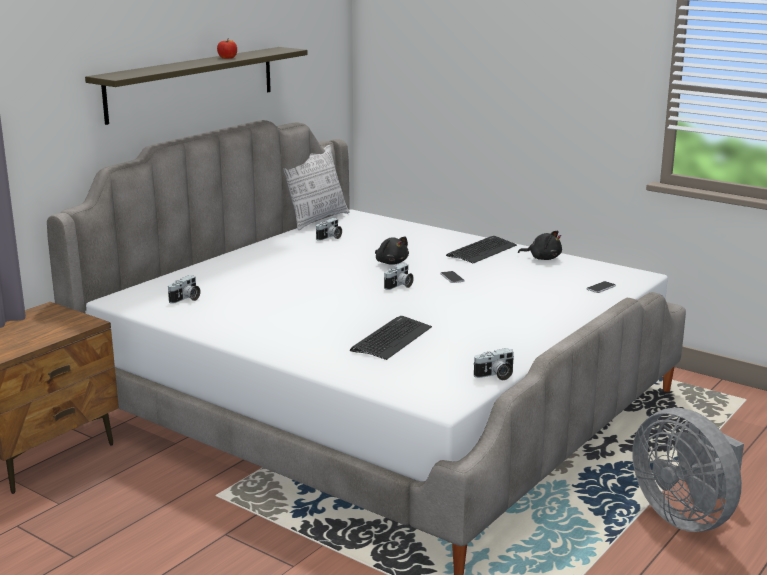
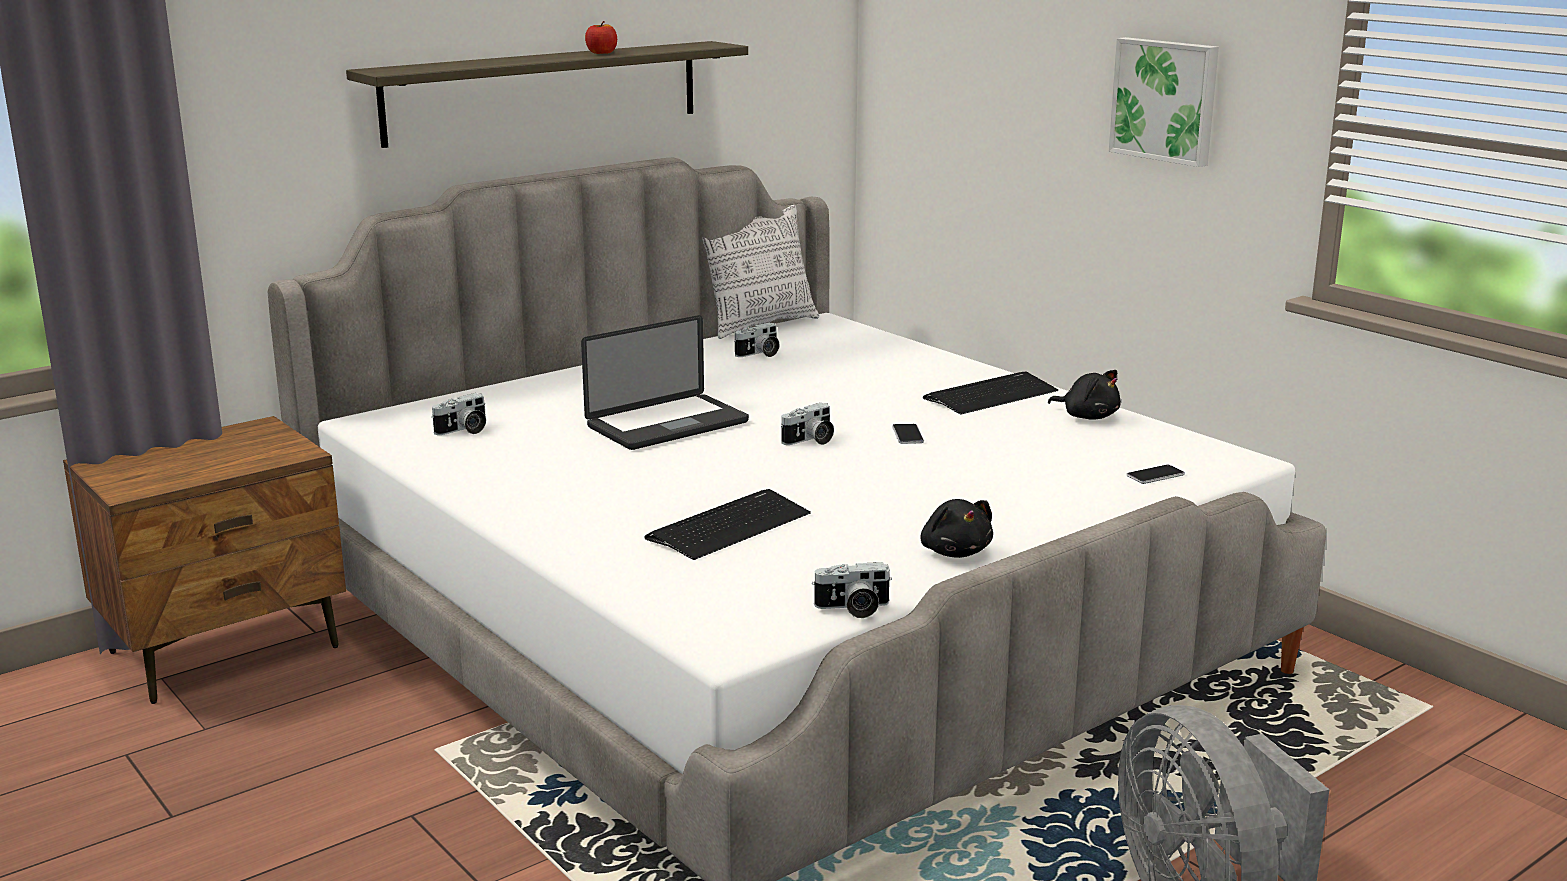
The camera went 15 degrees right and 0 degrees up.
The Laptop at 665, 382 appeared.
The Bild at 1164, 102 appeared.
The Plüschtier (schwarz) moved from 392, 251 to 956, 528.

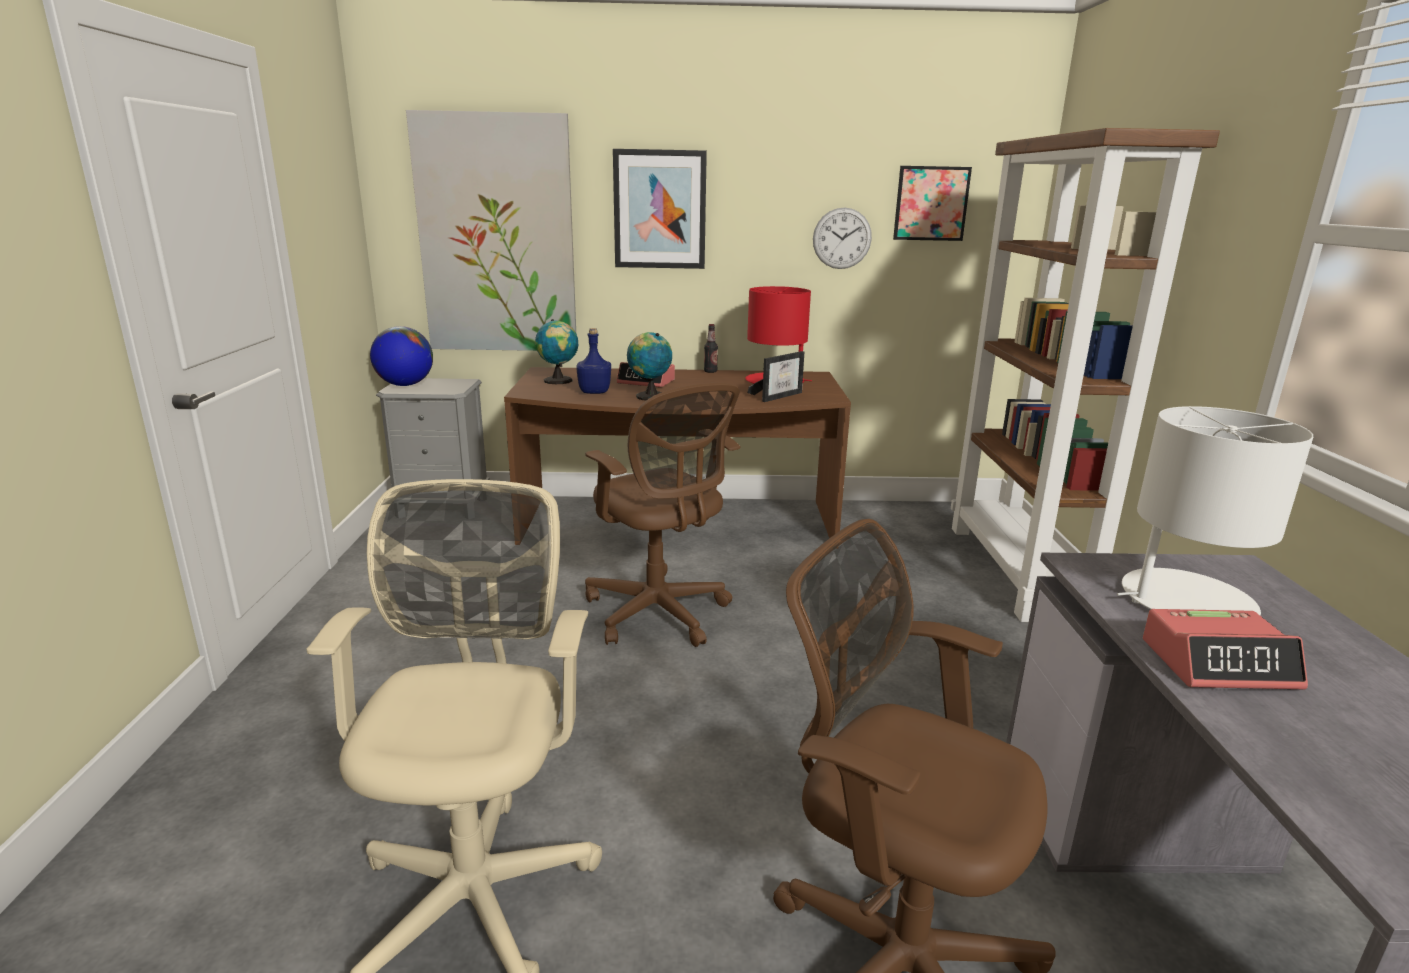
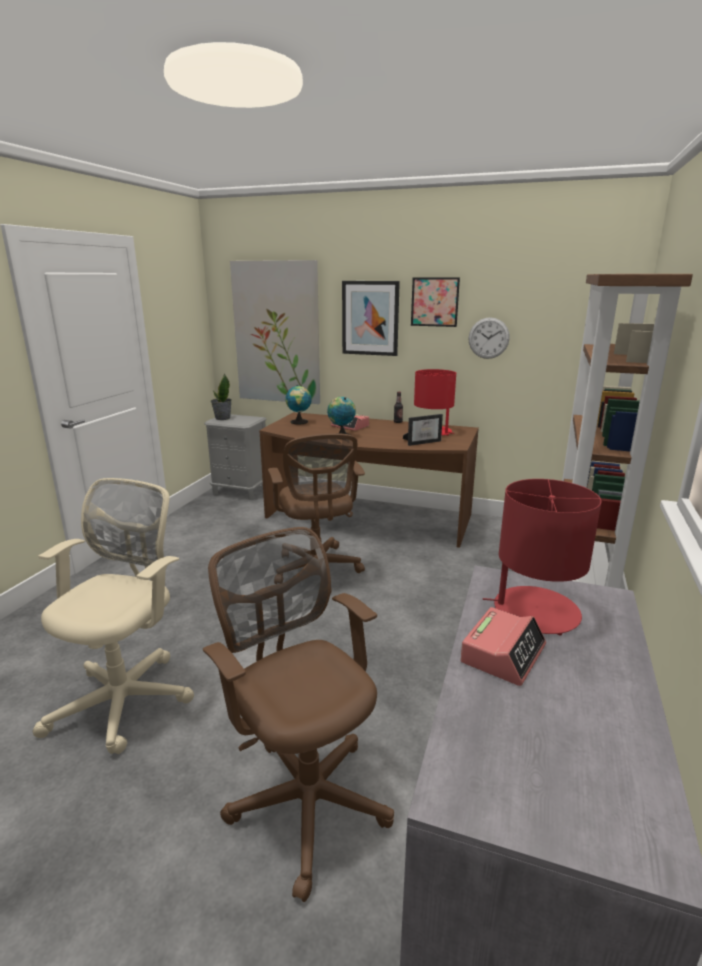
The camera went 20 degrees right and 0 degrees up.
The Flasche (blau) at 594, 361 disappeared.
The Bild moved from 932, 203 to 435, 302.
The Globus at 401, 356 was replaced by the Topfpflanze at 221, 397.
The Tischlampe (weiß) at 1215, 511 became the Tischlampe (rot) at 542, 557.
The Wecker at 1225, 649 turned 75 degrees counterclockwise.

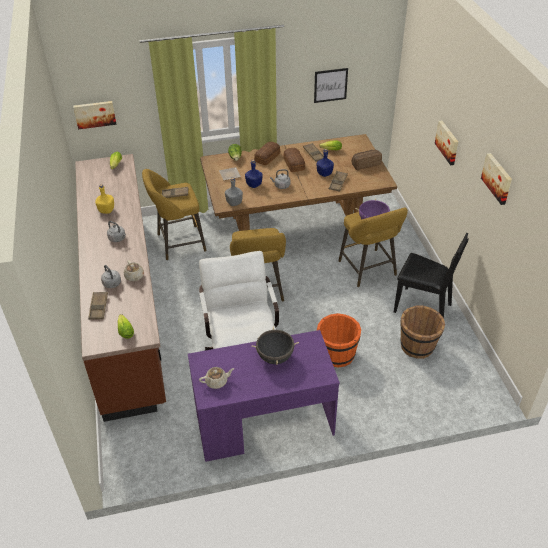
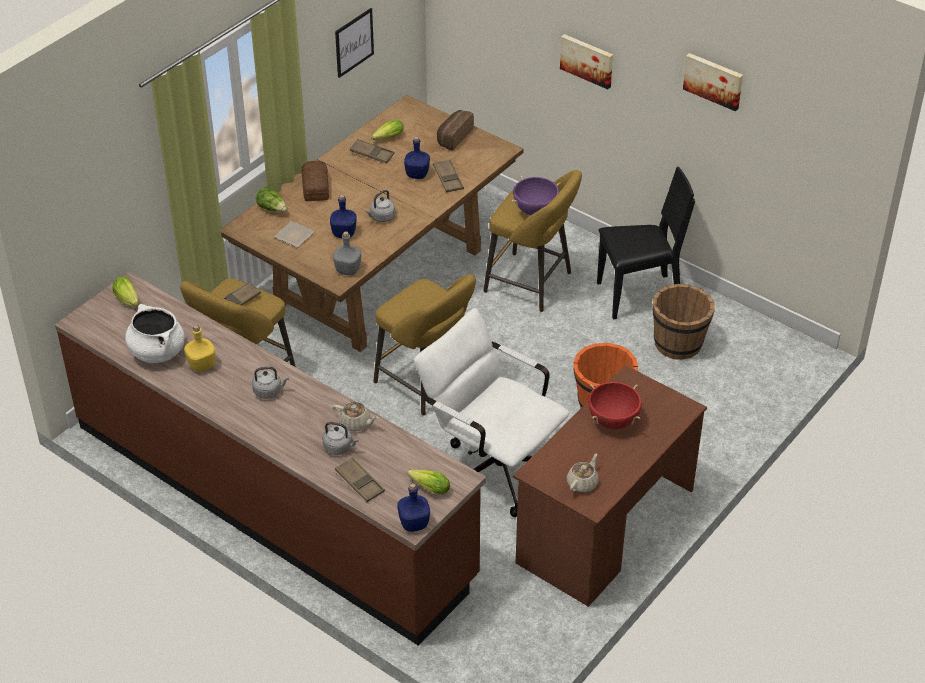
The camera went 40 degrees left and 0 degrees up.
The Bild at 95, 115 disappeared.
The Brot at 294, 160 disappeared.
The Kochtopf (weiß) at 155, 333 appeared.
The Flasche (blau) at 413, 507 appeared.
The Schreibtisch (lila) at 264, 396 became the Schreibtisch (braun) at 610, 486.
The Kochtopf (schwarz) at 275, 346 became the Kochtopf (rot) at 615, 405.

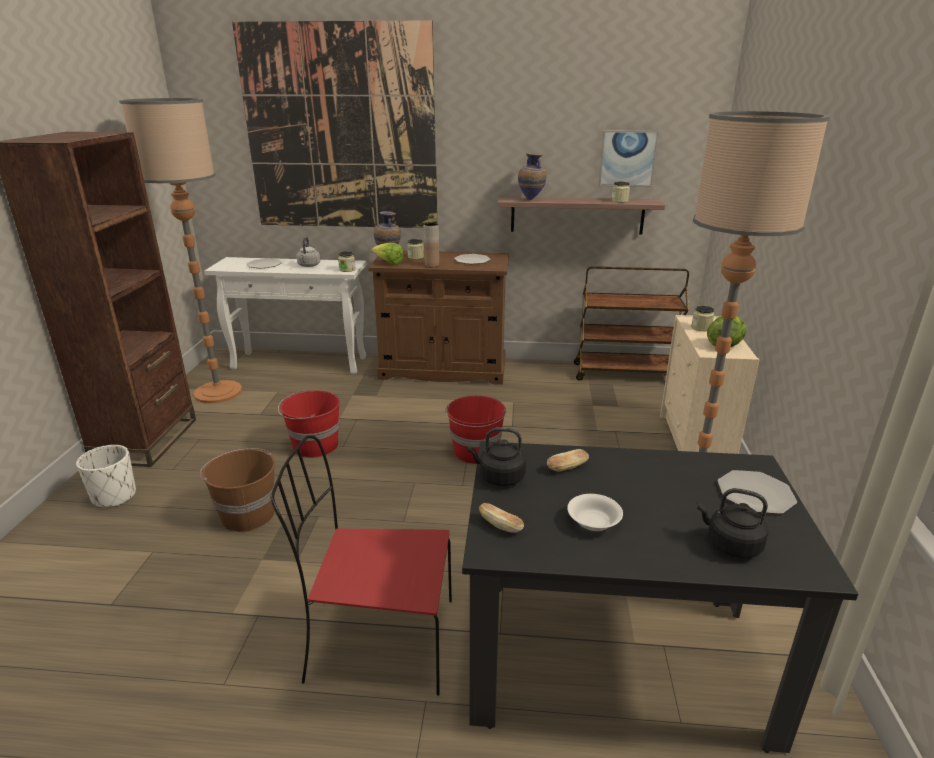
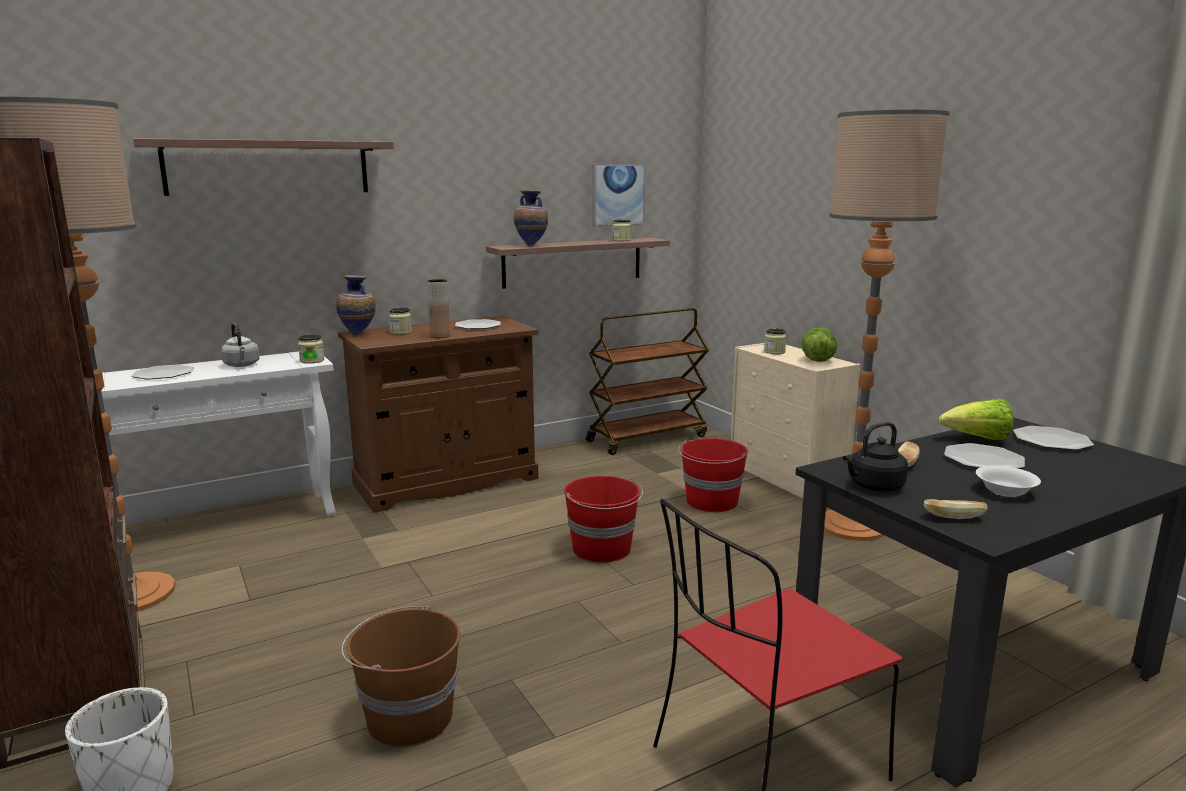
The camera went 35 degrees left and 10 degrees down.
The Wasserkessel (schwarz) at 732, 523 disappeared.
The Teller at 984, 456 appeared.
The Eimer (rot) moved from 309, 423 to 713, 475.
The Salatkopf moved from 387, 254 to 976, 419.
The Bild at 335, 124 was replaced by the Wandregal at 263, 167.

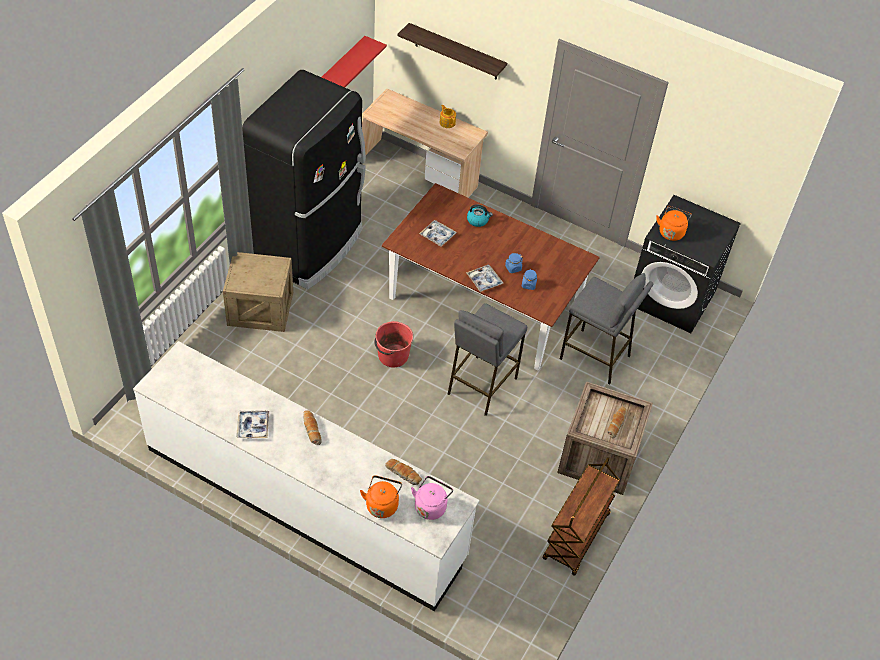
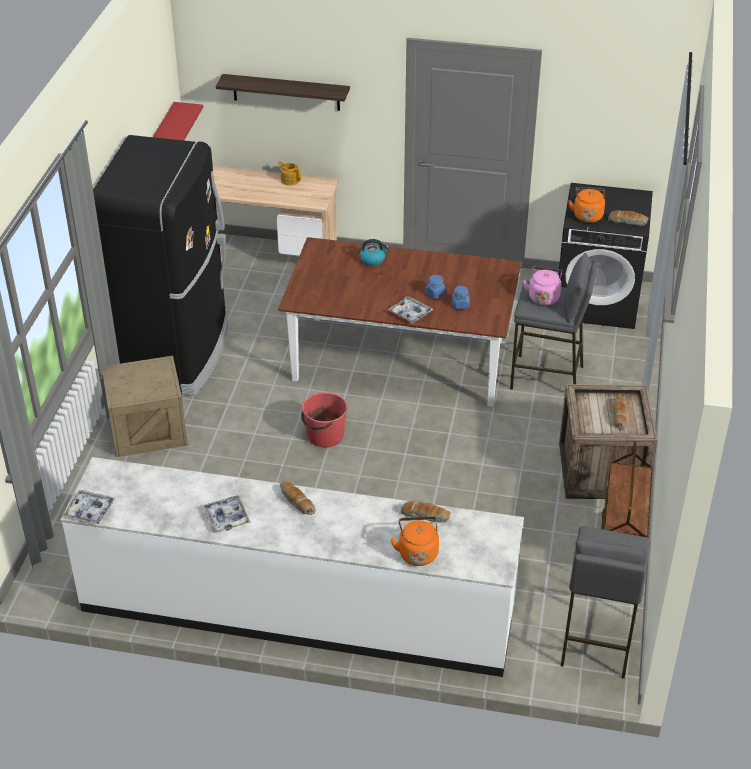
The camera went 15 degrees left and 10 degrees down.
The Brot at 628, 218 appeared.
The Wasserkessel (rosa) moved from 432, 498 to 543, 286.
The Tablett moved from 438, 233 to 89, 507.
The Hocker (grau) moved from 487, 359 to 606, 602.

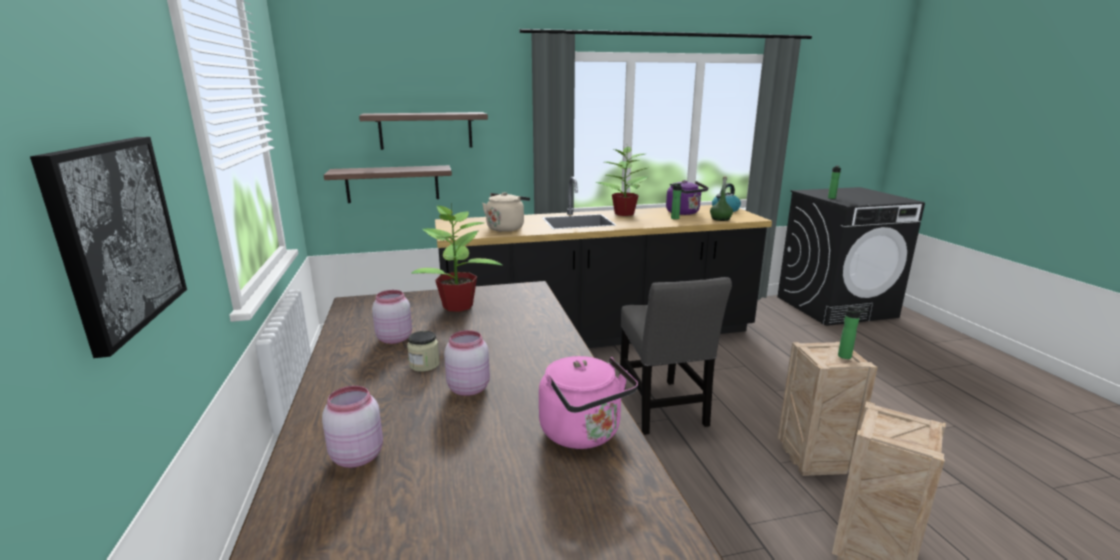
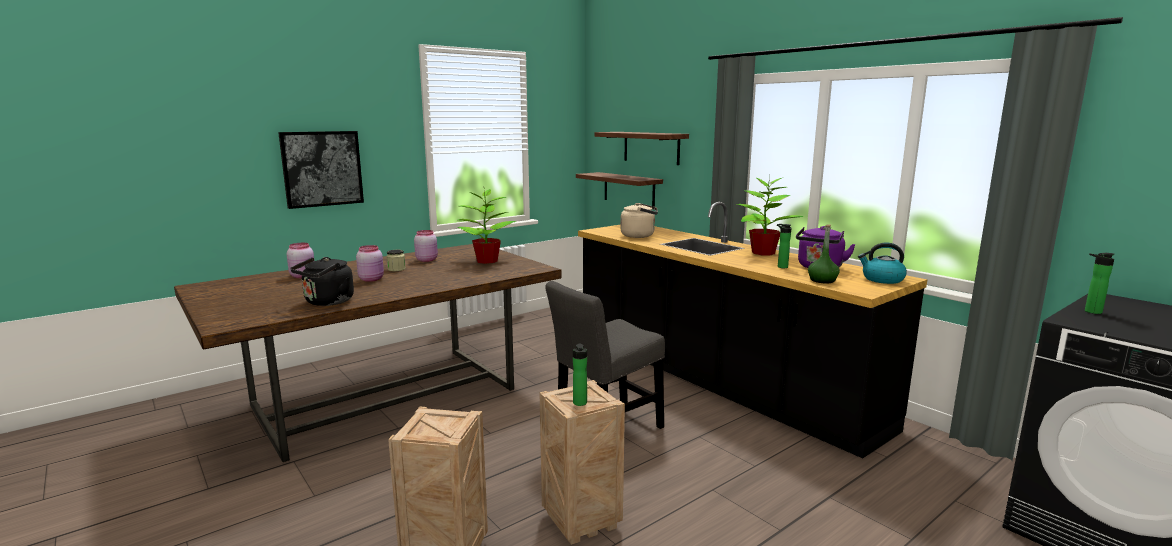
The camera went 65 degrees right and 5 degrees down.
The Wasserkessel (rosa) at 588, 402 became the Wasserkessel (schwarz) at 322, 281.

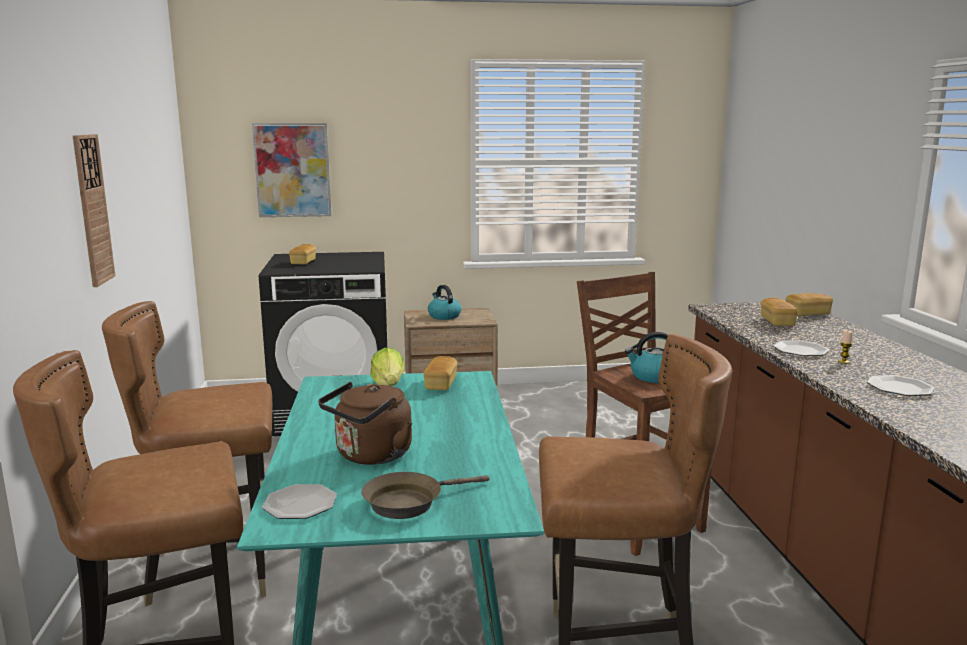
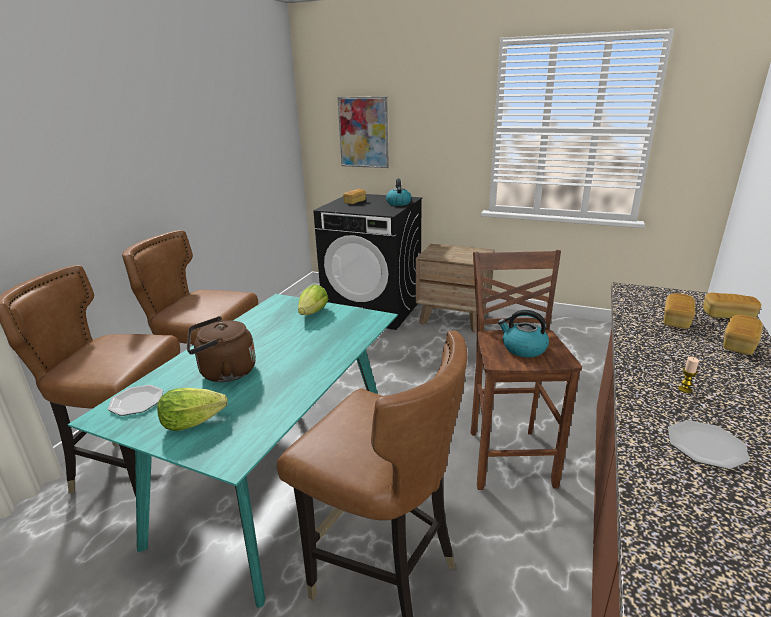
The camera went 30 degrees right and 10 degrees up.
The Wanduhr at 94, 210 disappeared.
The Teller at 801, 348 disappeared.
The Brot moved from 440, 373 to 743, 335.
The Wasserkessel moved from 444, 302 to 399, 192.
The Pfanne (braun) at 425, 495 was replaced by the Salatkopf at 192, 409.

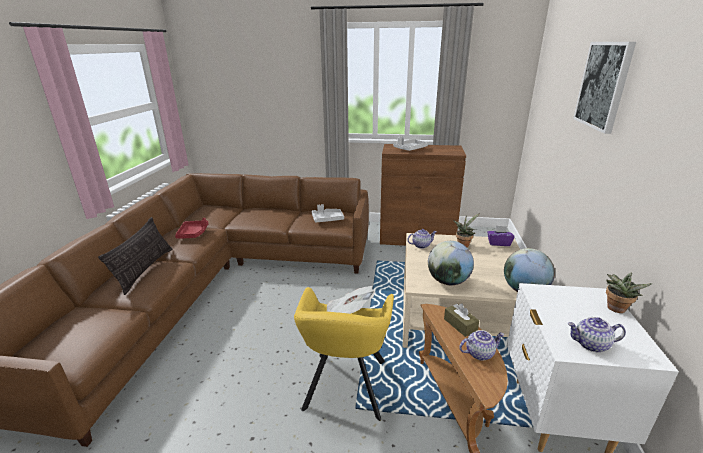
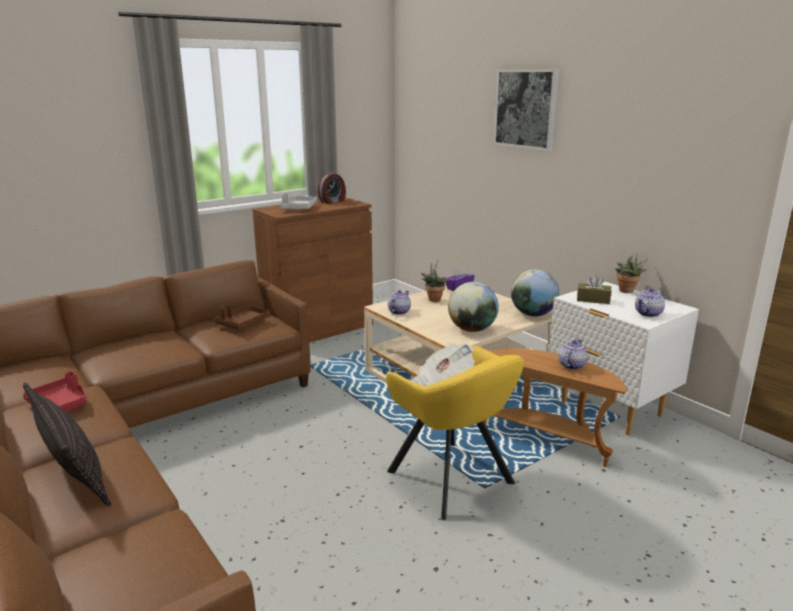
The camera went 45 degrees left and 5 degrees down.
The Wecker at 332, 188 appeared.
The Taschentuchbox (braun) moved from 461, 320 to 594, 289.
The Tablett (grau) at 328, 213 became the Tablett (braun) at 242, 317.

